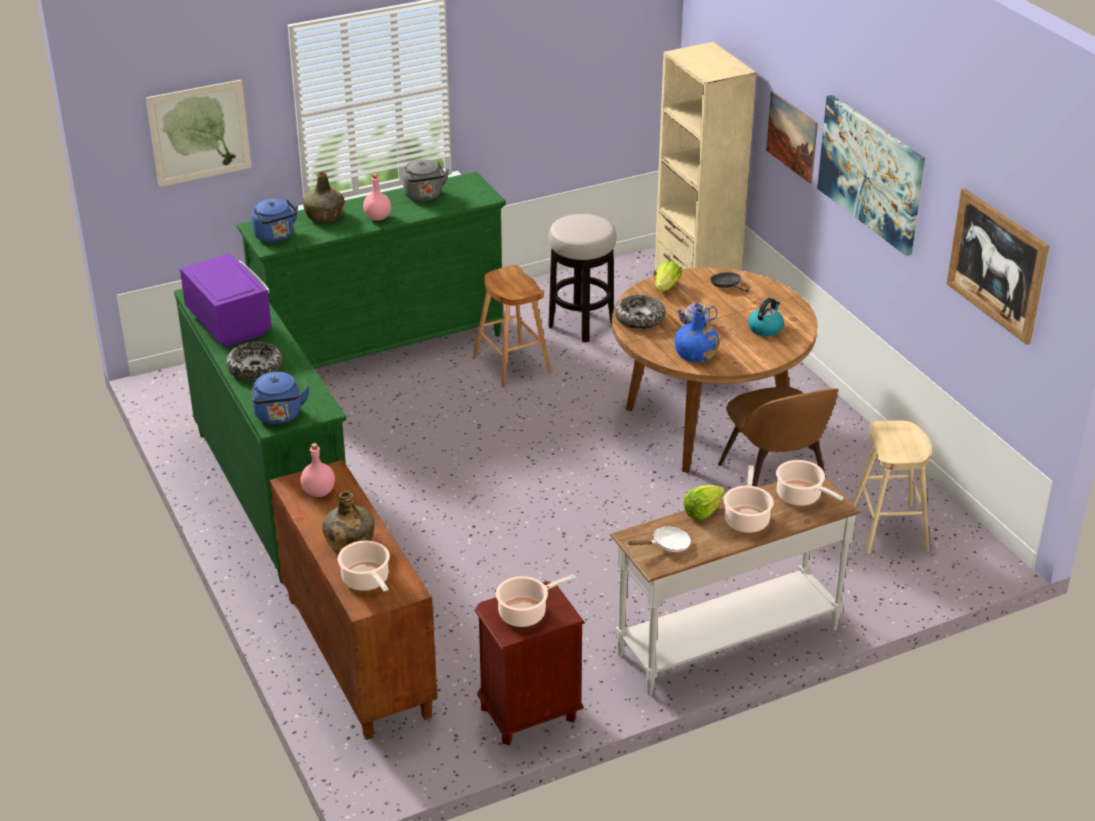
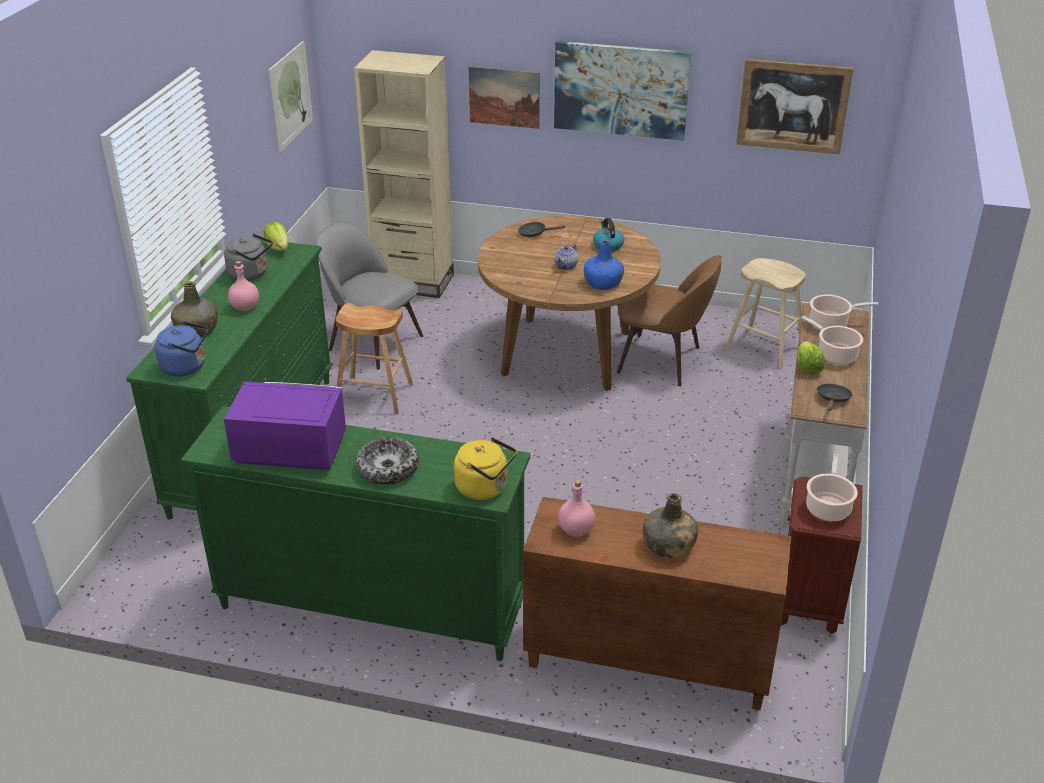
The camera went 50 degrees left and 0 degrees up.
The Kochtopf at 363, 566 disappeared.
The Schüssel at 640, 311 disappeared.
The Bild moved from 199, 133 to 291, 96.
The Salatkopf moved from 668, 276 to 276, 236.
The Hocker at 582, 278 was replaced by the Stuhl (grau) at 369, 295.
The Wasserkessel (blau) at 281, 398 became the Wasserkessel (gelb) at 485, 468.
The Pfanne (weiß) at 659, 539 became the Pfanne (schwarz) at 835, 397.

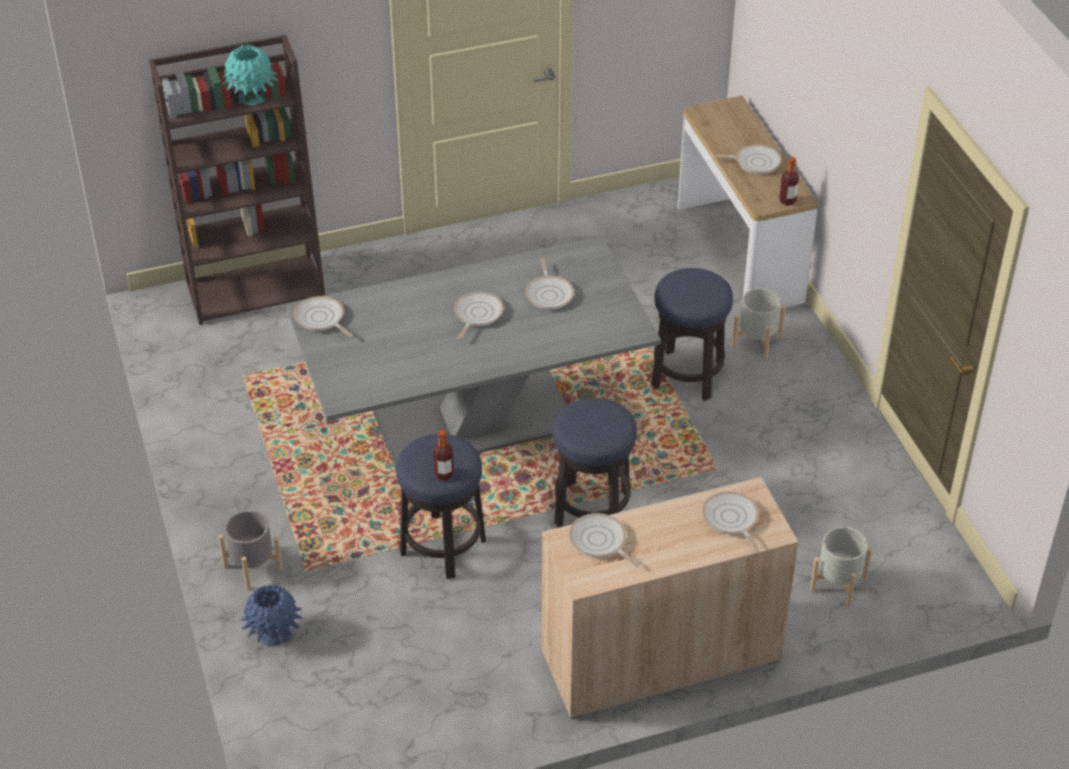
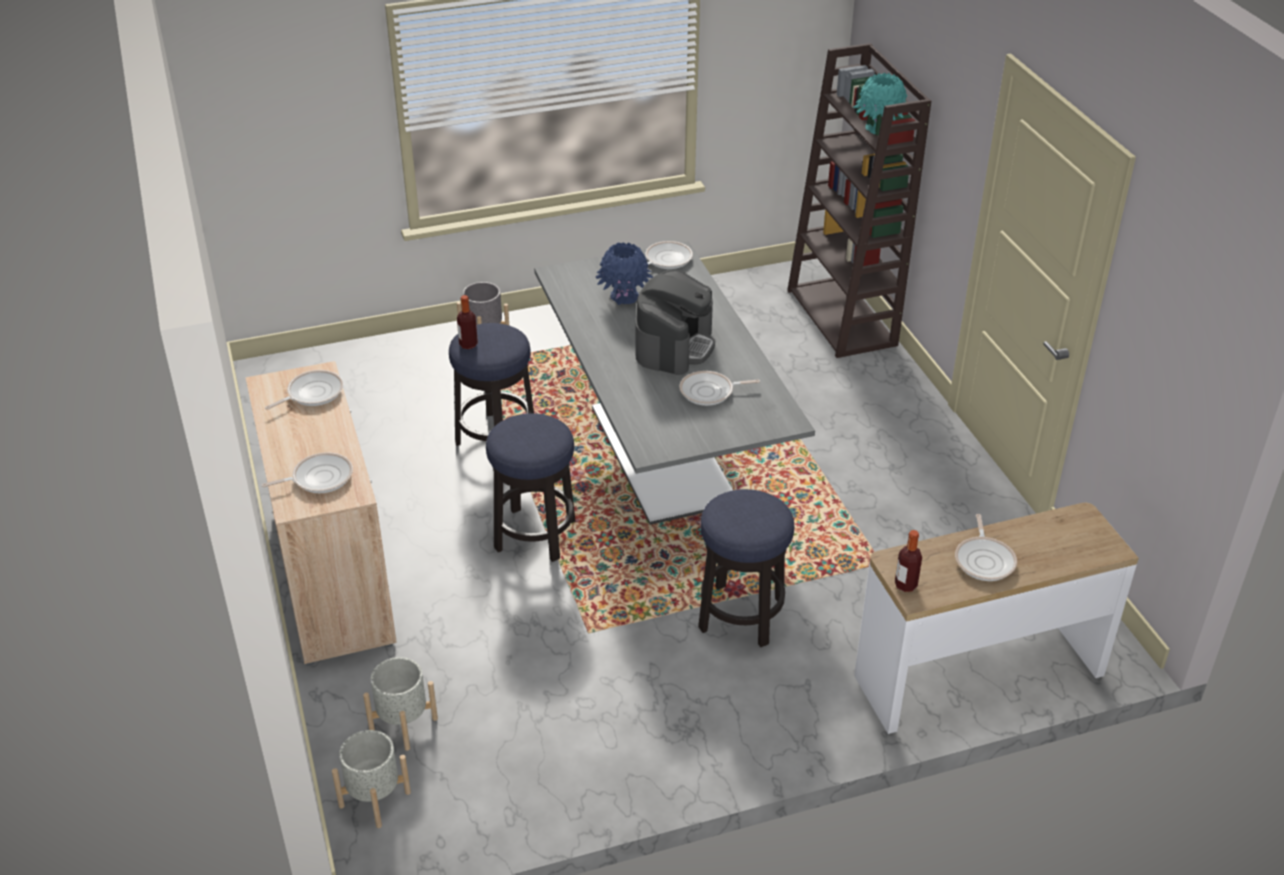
The camera went 90 degrees right and 5 degrees down.
The Vase (blau) moved from 271, 615 to 624, 273.
The Pflanzkübel (grau) moved from 759, 323 to 371, 779.
The Pfanne at 479, 315 was replaced by the Kaffeemaschine at 675, 322.

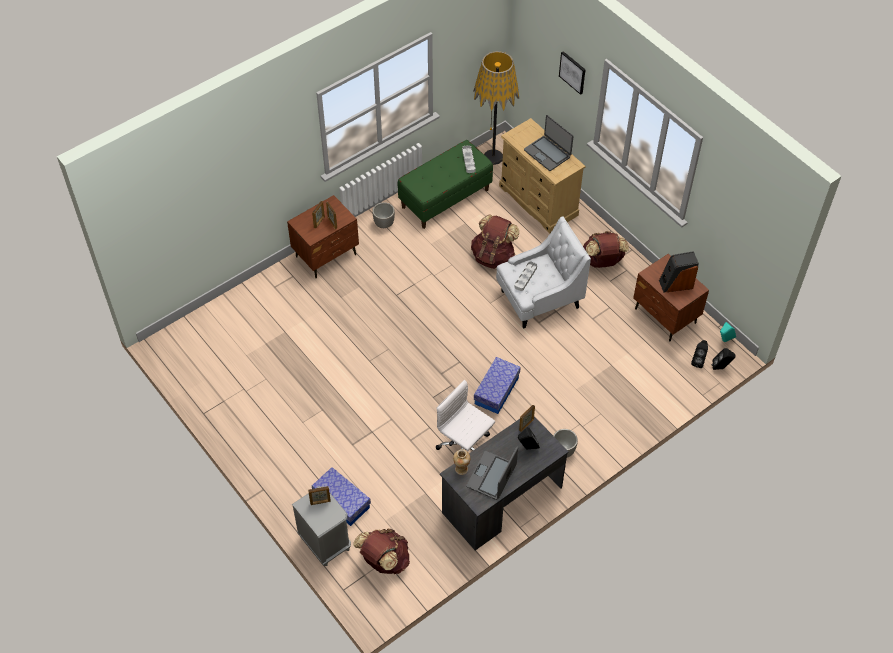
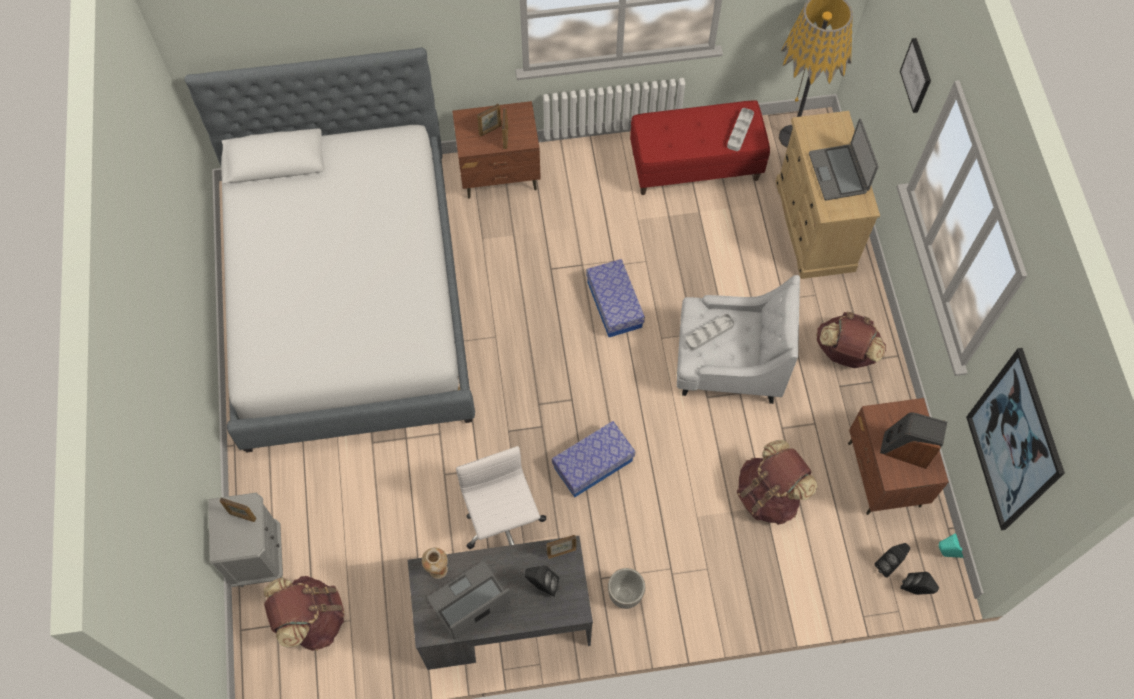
The camera went 30 degrees right and 10 degrees up.
The Pflanzkübel at 383, 215 disappeared.
The Bett at 329, 249 appeared.
The Bild at 1015, 439 appeared.
The Aufbewahrungsbox moved from 341, 496 to 615, 298.
The Rucksack (braun) moved from 495, 241 to 777, 482.
The Bank (grün) at 445, 184 became the Bank (rot) at 700, 147.

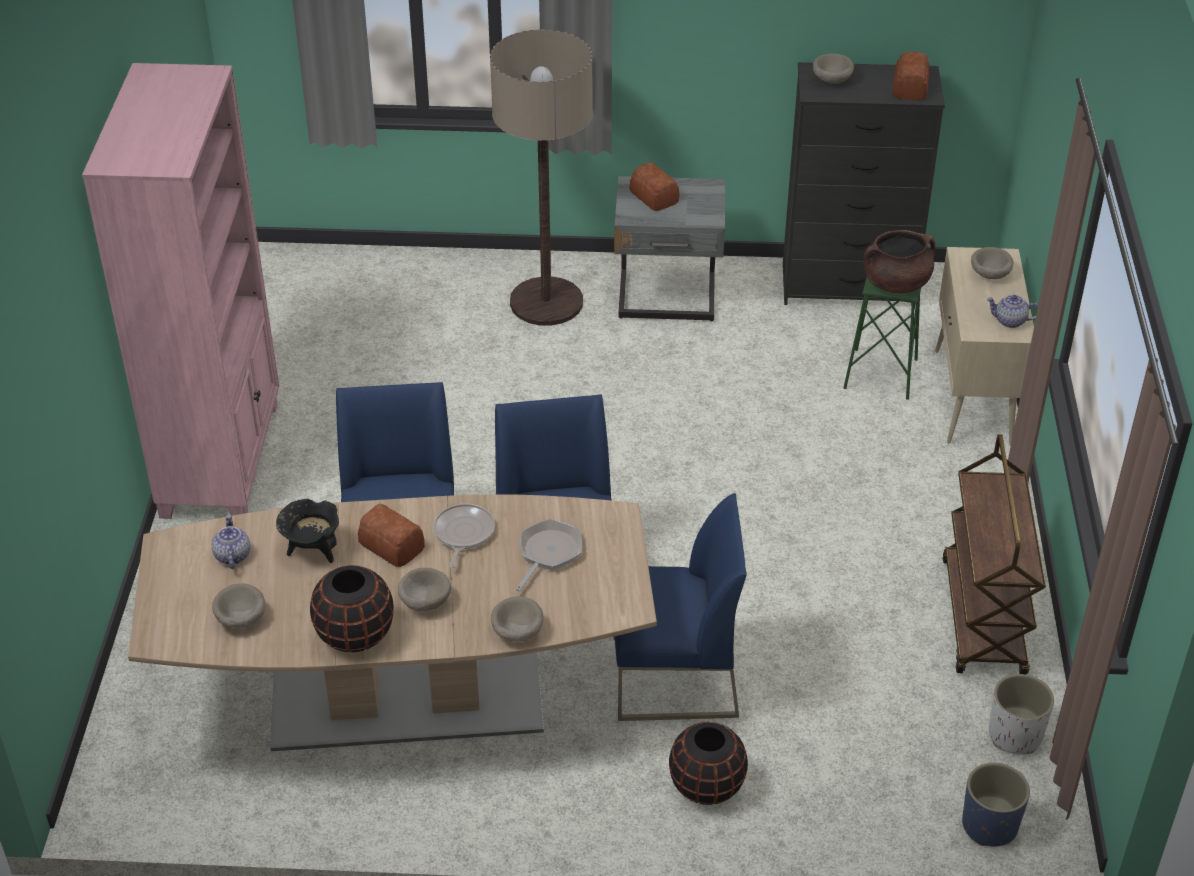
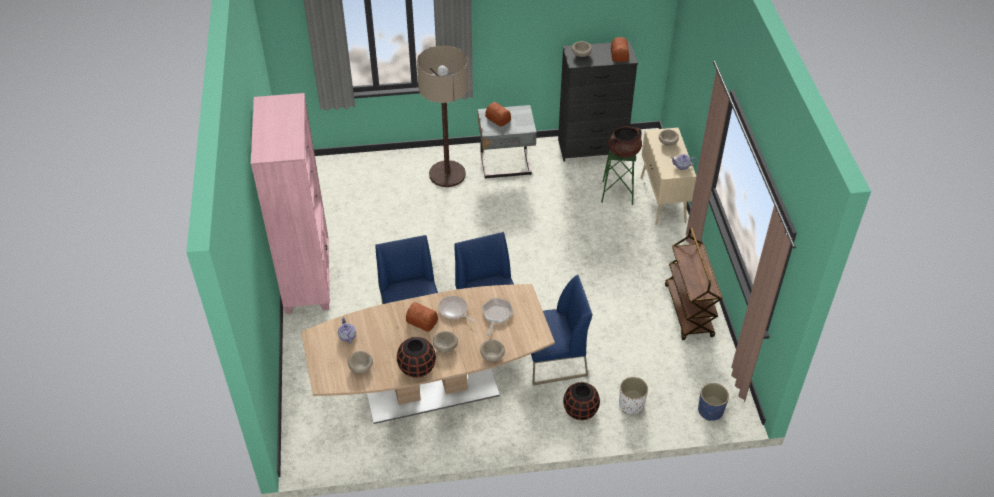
The camera went 10 degrees left and 5 degrees up.
The Kochtopf (schwarz) at 307, 531 disappeared.
The Pflanzkübel (weiß) moved from 1021, 714 to 633, 395.
The Pfanne at 464, 536 turned 45 degrees counterclockwise.

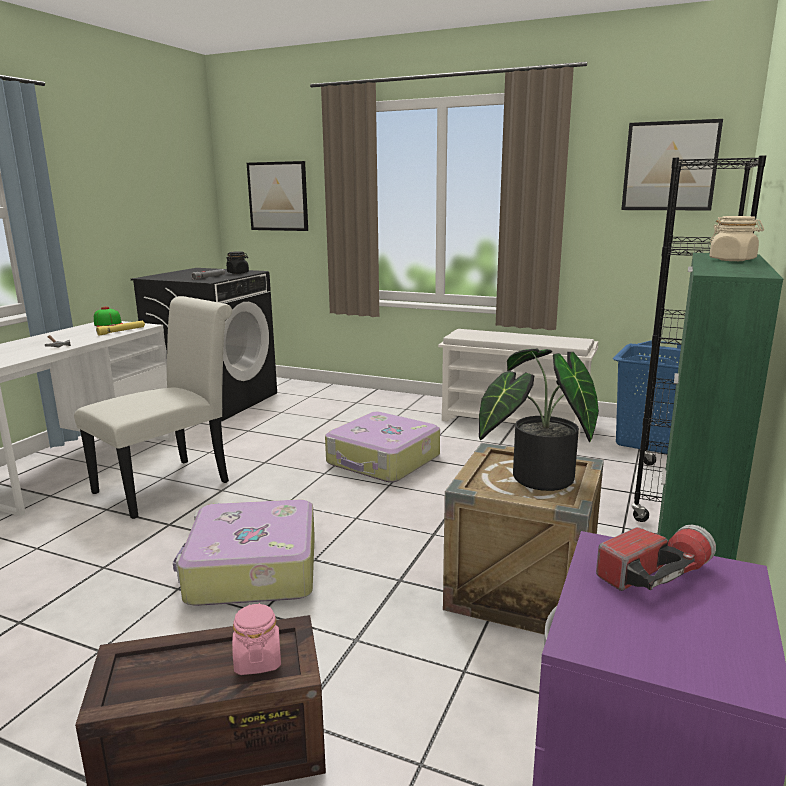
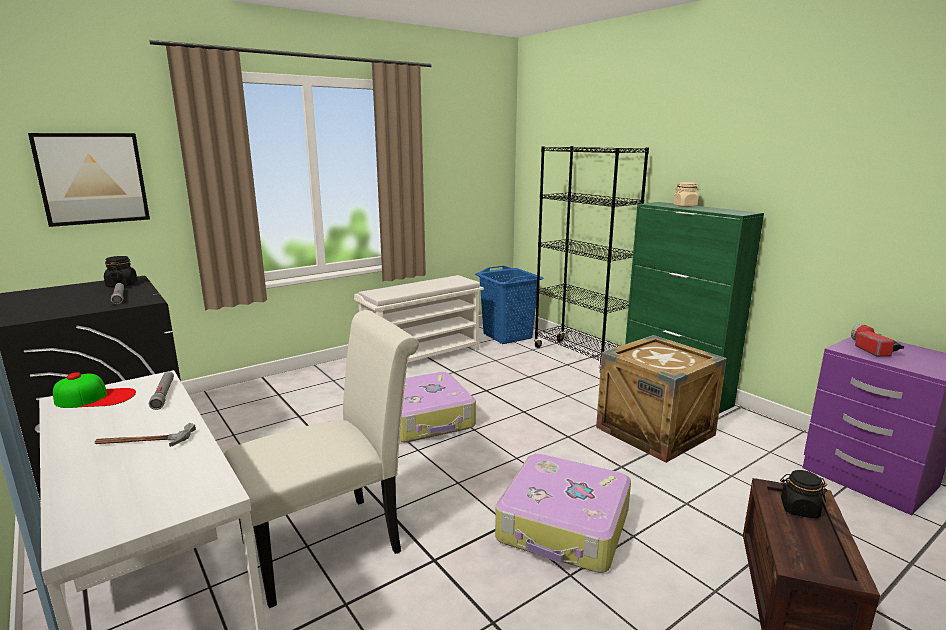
The camera went 60 degrees left and 0 degrees up.
The Topfpflanze at 539, 420 disappeared.
The Bild at 672, 164 disappeared.
The Taschenlampe (gelb) at 120, 328 became the Taschenlampe (grau) at 161, 390.
The Vorratsglas (rosa) at 256, 639 became the Vorratsglas (schwarz) at 803, 494.
The Stuhl (weiß) at 153, 407 turned 75 degrees clockwise.

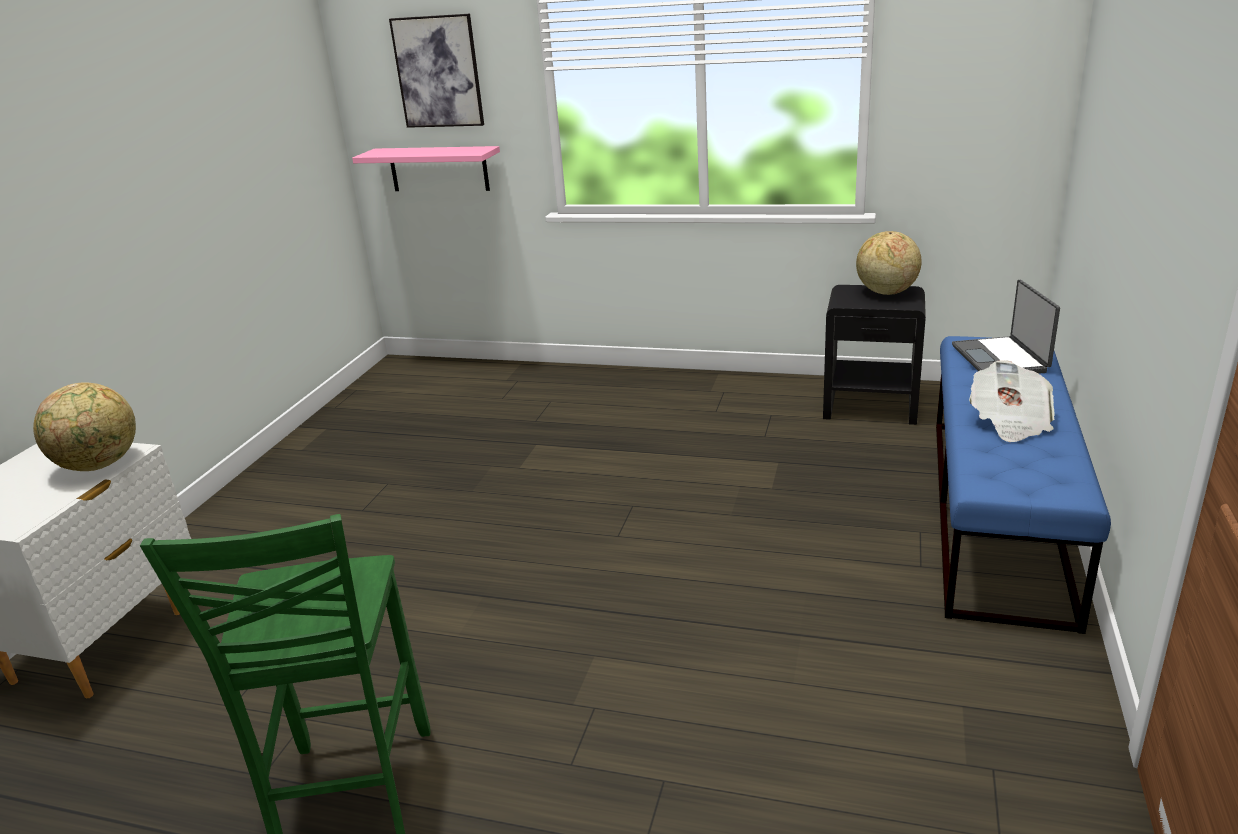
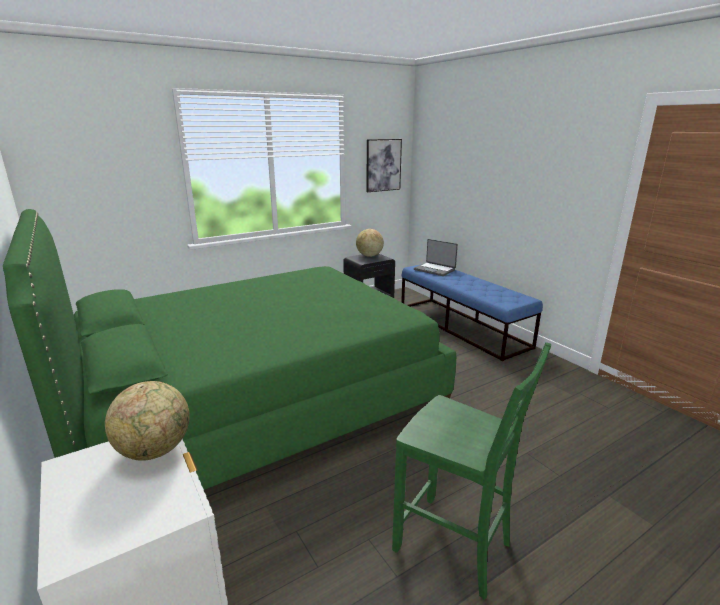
The camera went 50 degrees left and 5 degrees down.
The Wandregal (rosa) at 426, 168 disappeared.
The Zeitung at 1012, 401 disappeared.
The Bett (grün) at 229, 349 appeared.
The Bild moved from 436, 71 to 384, 165.

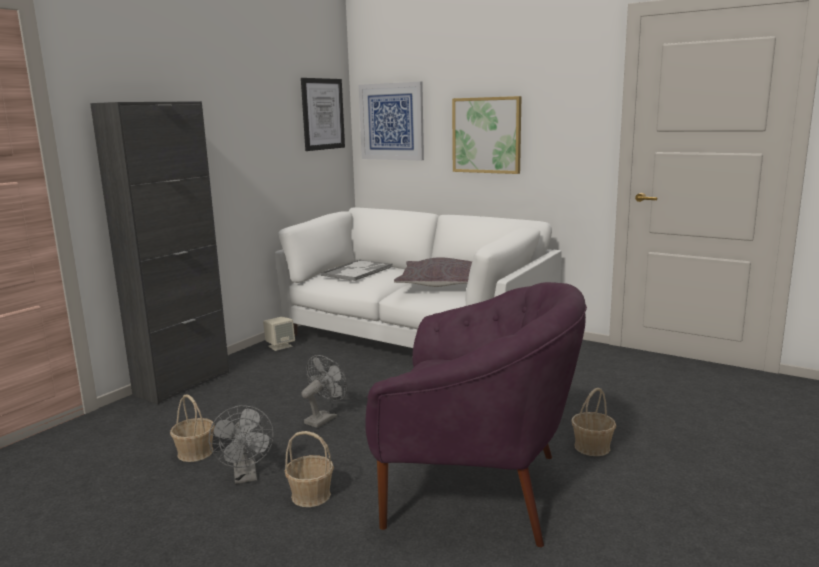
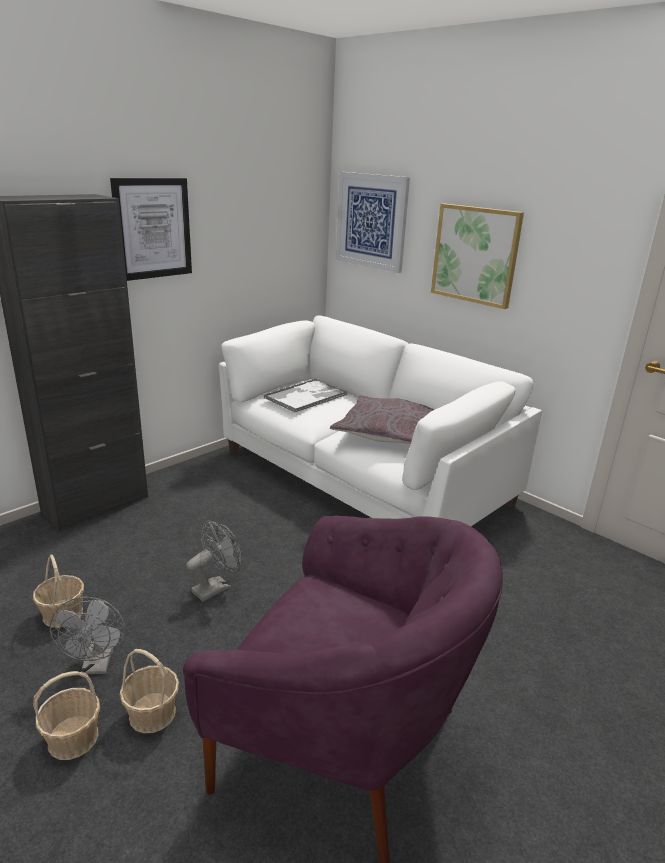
The camera went 10 degrees right and 10 degrees up.
The Lautsprecher (beige) at 279, 334 disappeared.
The Bild moved from 323, 114 to 151, 229.
The Korb moved from 593, 422 to 66, 715.

